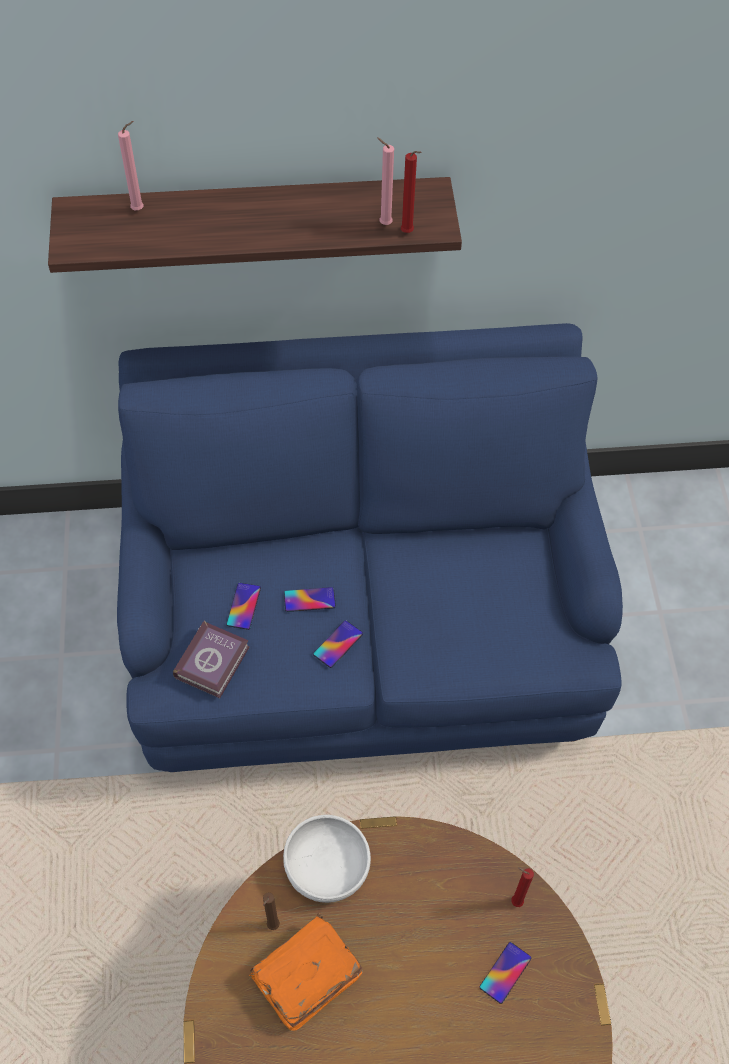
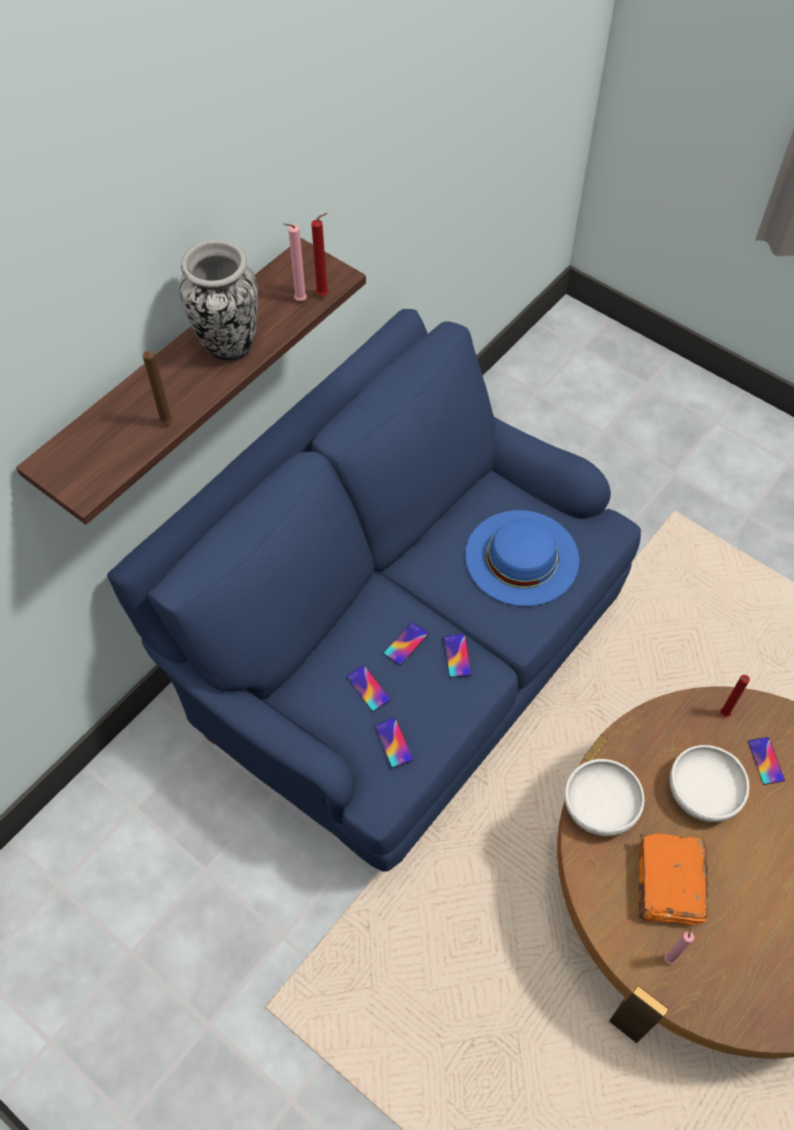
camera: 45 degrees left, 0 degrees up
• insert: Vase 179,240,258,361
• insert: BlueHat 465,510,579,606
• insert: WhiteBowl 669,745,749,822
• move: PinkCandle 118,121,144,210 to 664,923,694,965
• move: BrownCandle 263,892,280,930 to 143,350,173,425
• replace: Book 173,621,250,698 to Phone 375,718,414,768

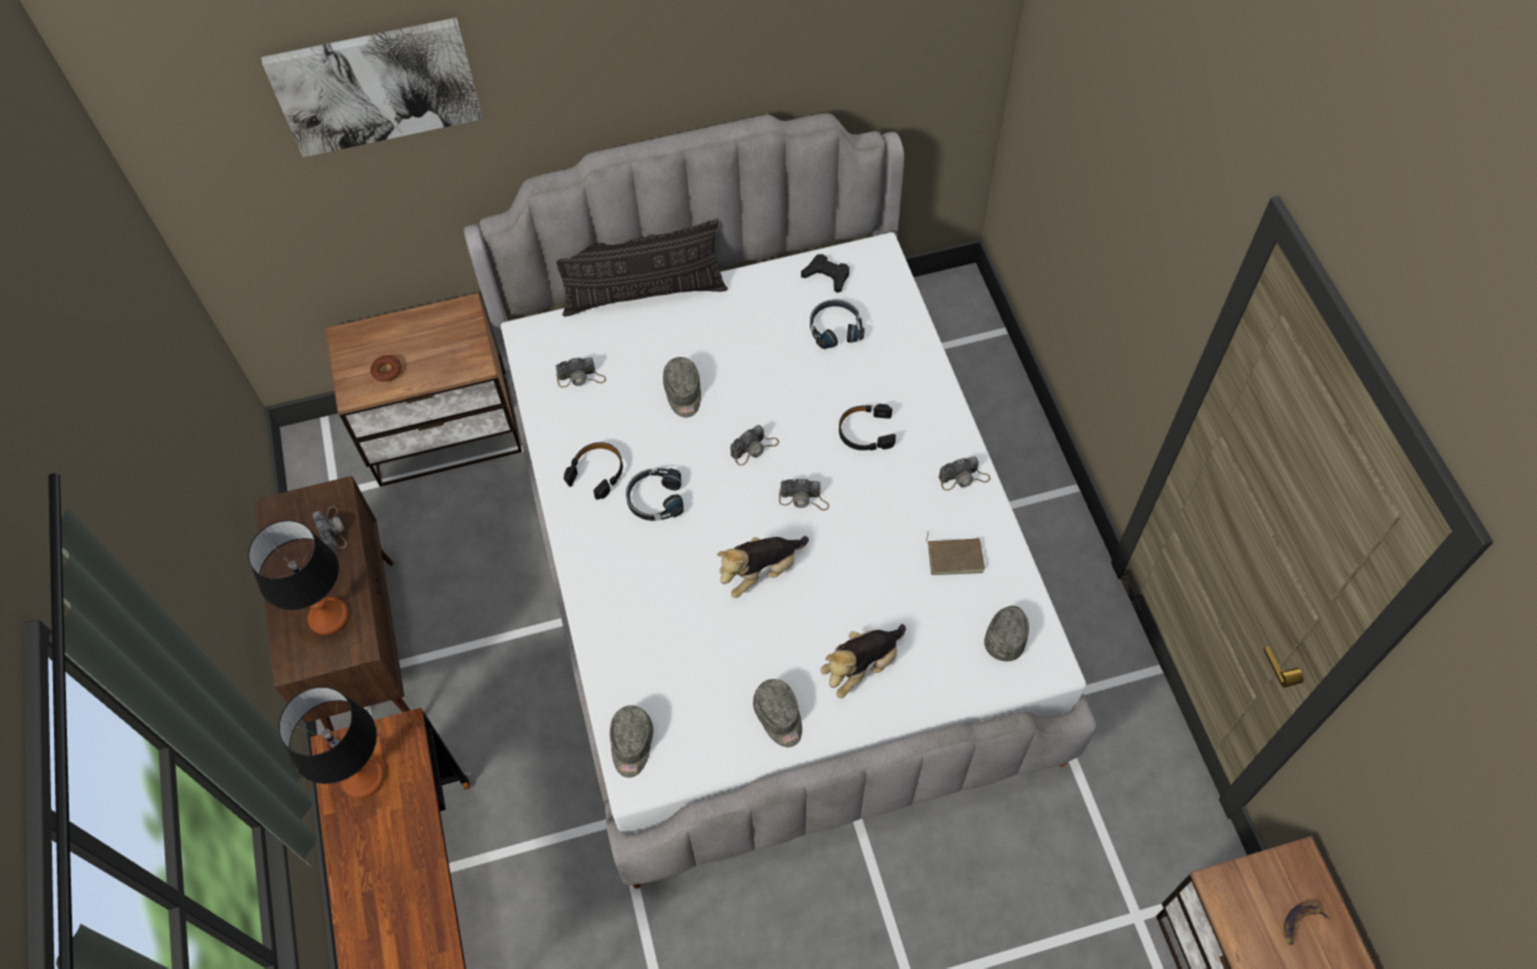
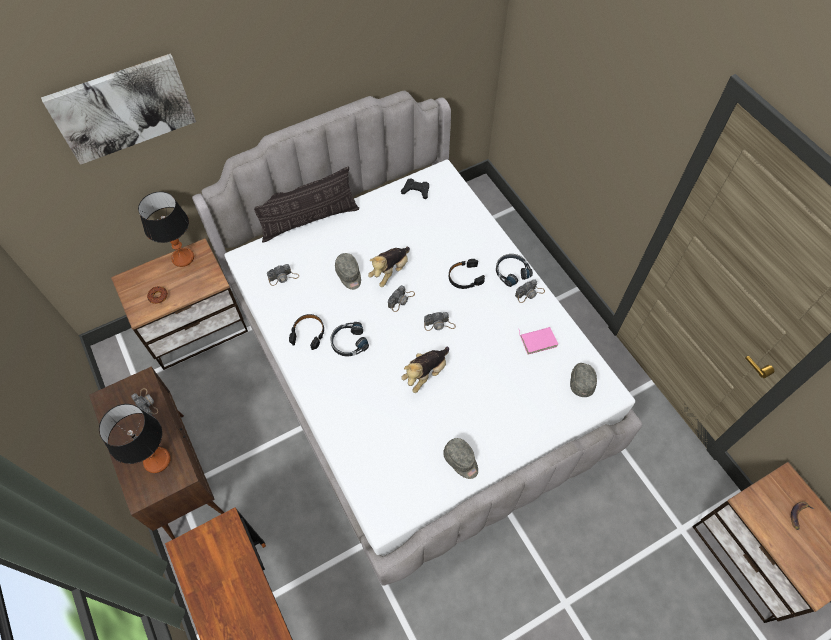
camera: 15 degrees left, 0 degrees up
• delete: GreyCap 610,705,653,778
• move: TableLamp 278,686,385,798 to 138,192,194,267
• move: BlackHeadphones 810,299,865,349 to 496,254,533,287
• move: PlushToy 820,624,906,698 to 368,246,410,287
• recolor: BrownBook 926,531,985,575 to PinkBook 519,327,558,354

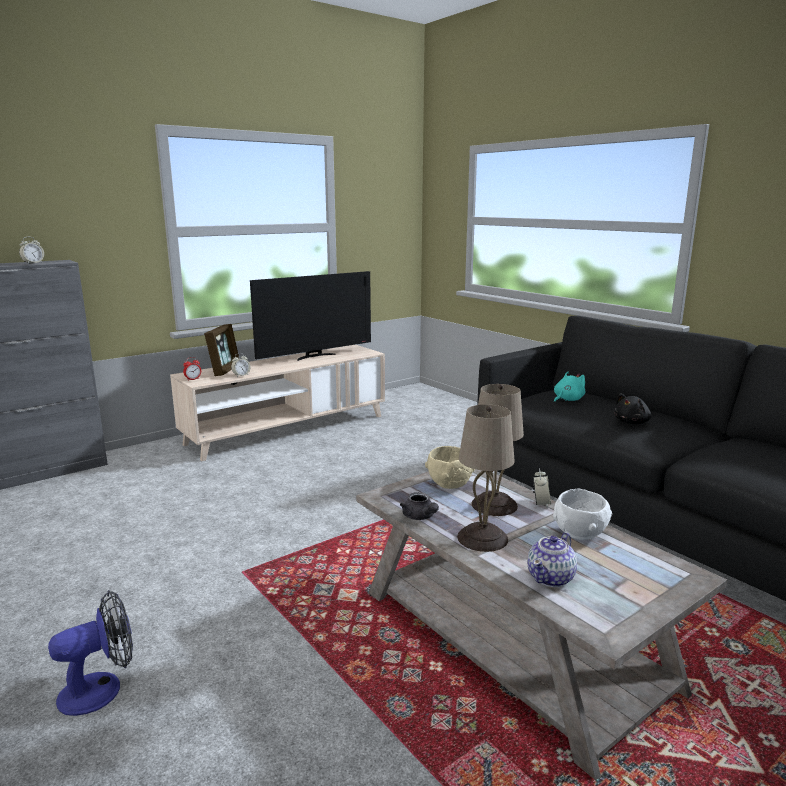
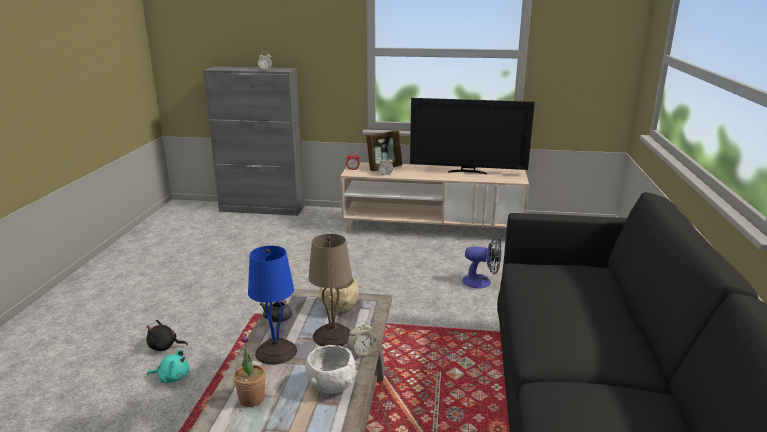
camera: 45 degrees right, 5 degrees up
• move: Fan 48,590,133,716 to 462,237,502,288
• move: TurquoisePlushToy 554,371,585,403 to 147,350,189,383
• move: BlackPlushToy 614,394,651,424 to 146,320,188,351
• replace: Teapot 527,532,577,587 to PottedPlant 233,333,265,407
• recolor: BeigeTableLamp 457,404,515,552 to BlueTableLamp 248,246,297,365

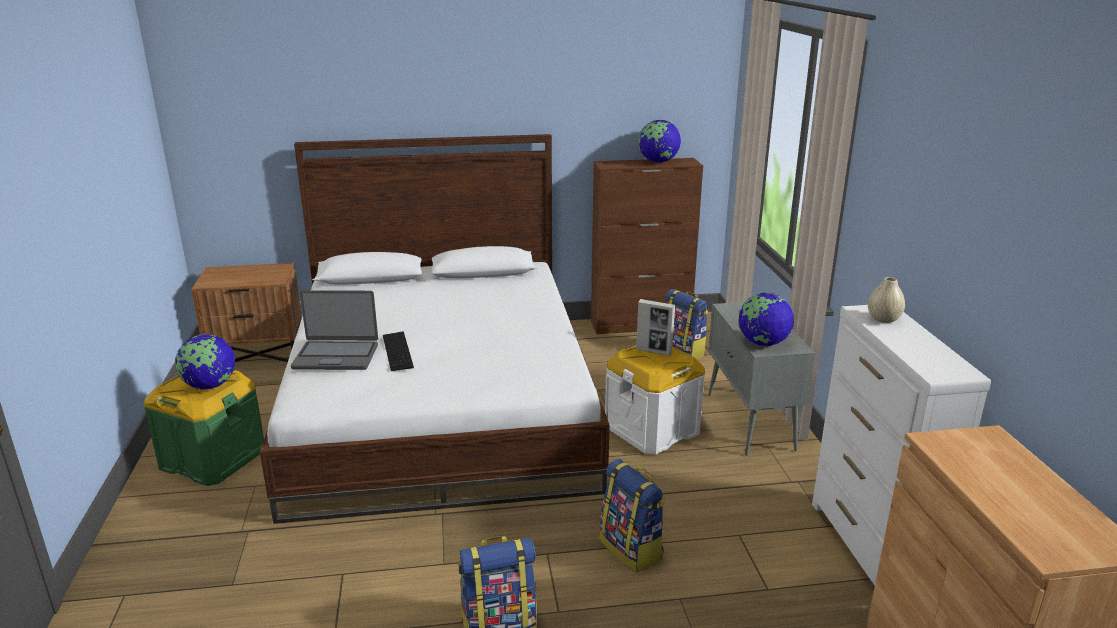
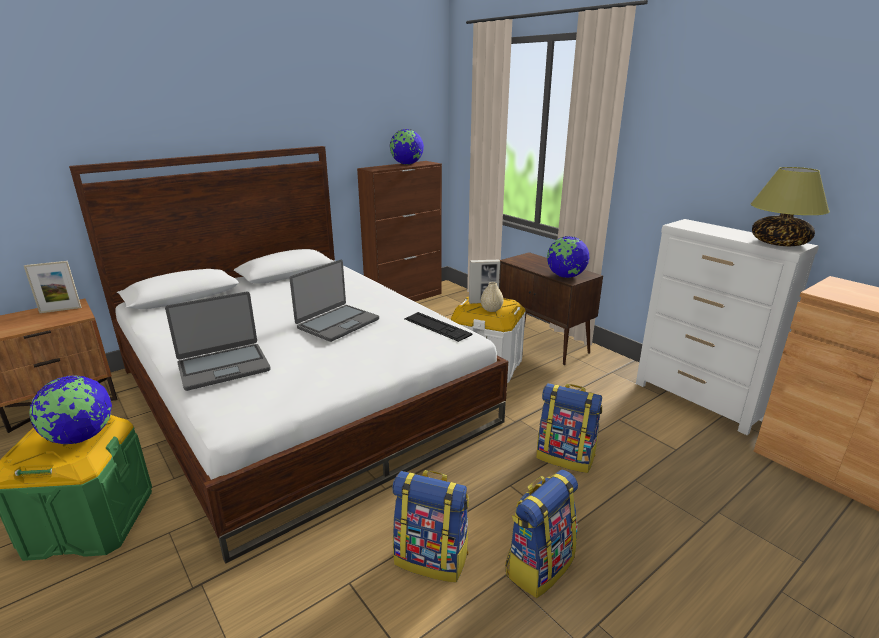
camera: 30 degrees left, 0 degrees up
• insert: PictureFrame 24,261,81,313
• insert: Laptop 289,260,379,342
• insert: TableLamp 751,167,830,246
• move: Keyboard 383,331,414,371 to 404,312,472,342
• move: Backpack 665,289,708,360 to 392,470,469,582
• move: BeigeVase 868,277,905,323 to 481,282,503,312
• recolor: GreyCabinet 708,302,815,455 to BrownCabinet 499,252,603,365

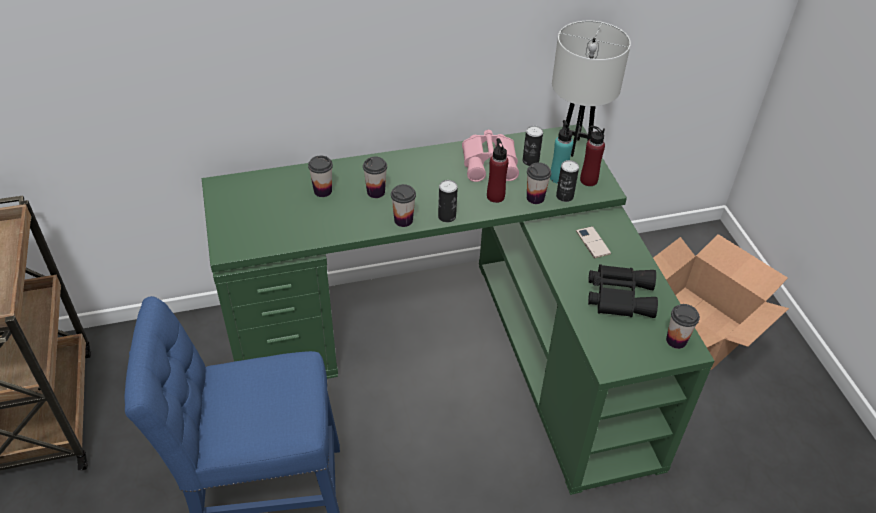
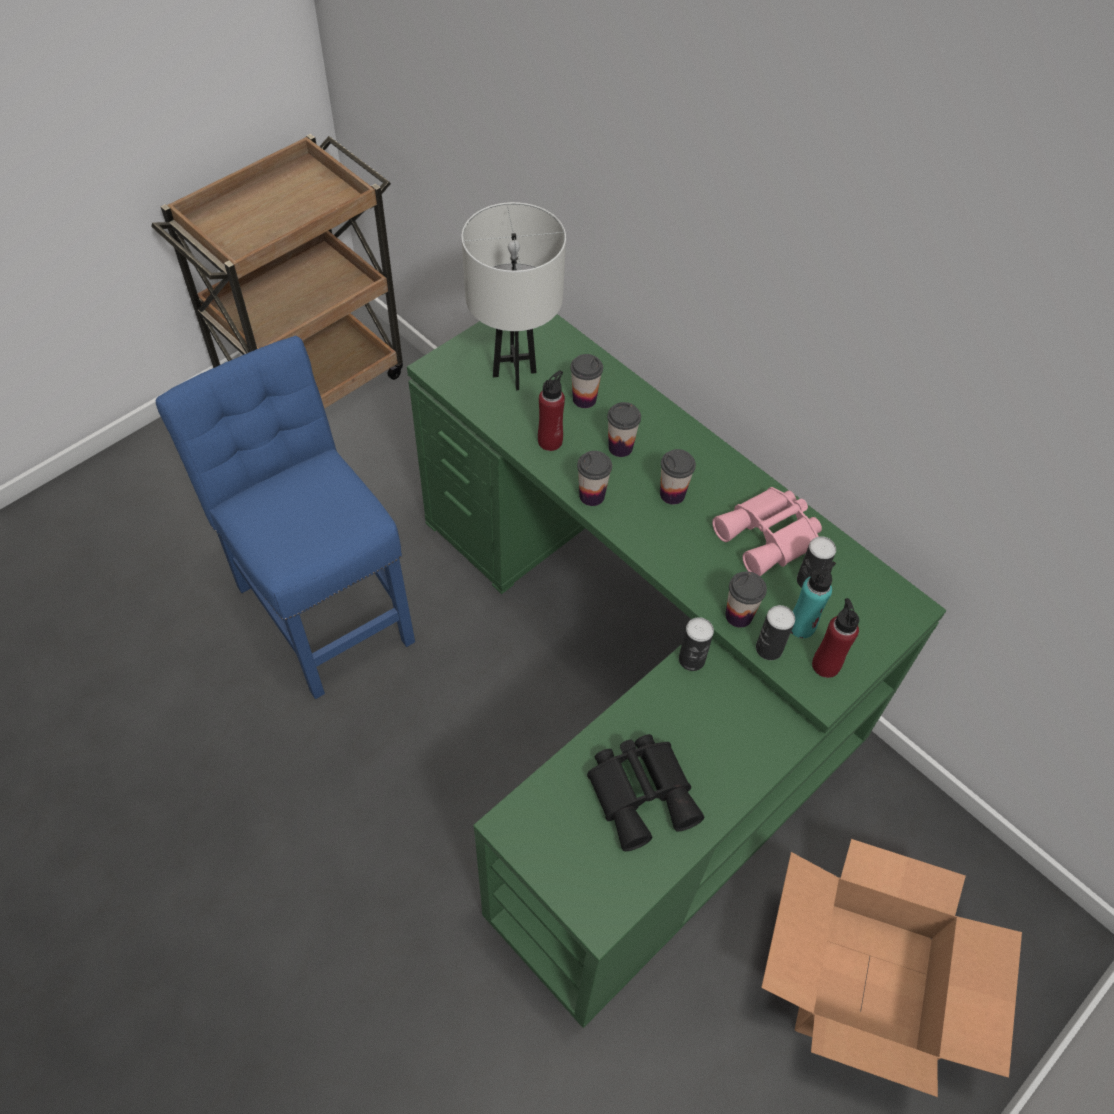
camera: 60 degrees right, 10 degrees up
• delete: Phone 576,226,611,258
• move: Can 438,180,458,222 to 679,617,714,671
• move: RedBottle 487,138,509,203 to 538,370,565,451
• move: WhiteTableLamp 552,21,631,157 to 462,202,566,390
• move: Cup 666,304,700,349 to 660,449,696,505

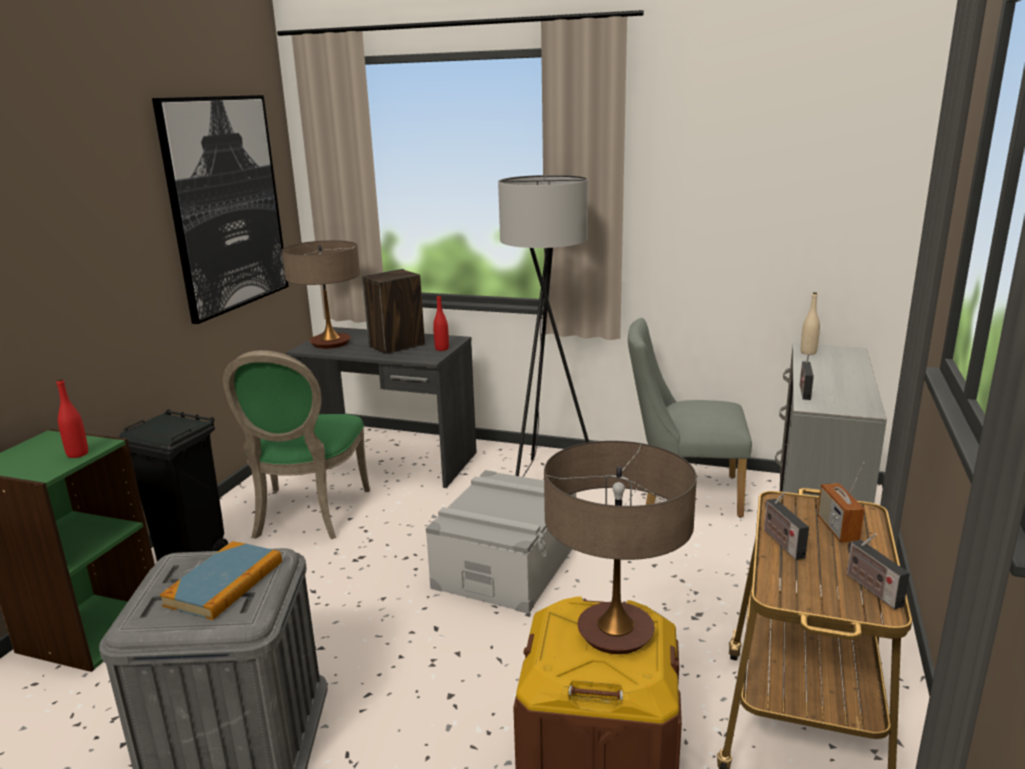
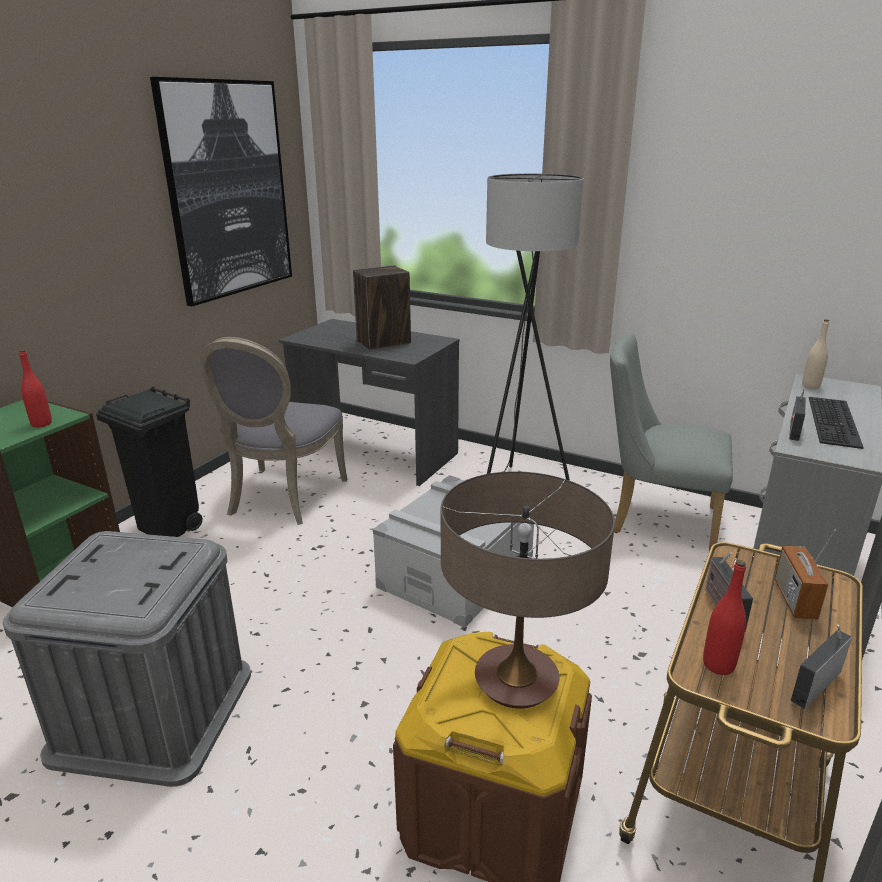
camera: 10 degrees right, 5 degrees up
• delete: Book 160,541,282,620
• delete: TableLamp 282,240,360,349
• insert: Keyboard 809,397,864,449
• move: RedBottle 433,295,449,351 to 703,560,746,675
• recolor: GreenChair 223,350,370,539 to GreyChair 200,337,347,525
• rotate: Radio 847,533,910,610 = 791,624,852,709 60 degrees clockwise

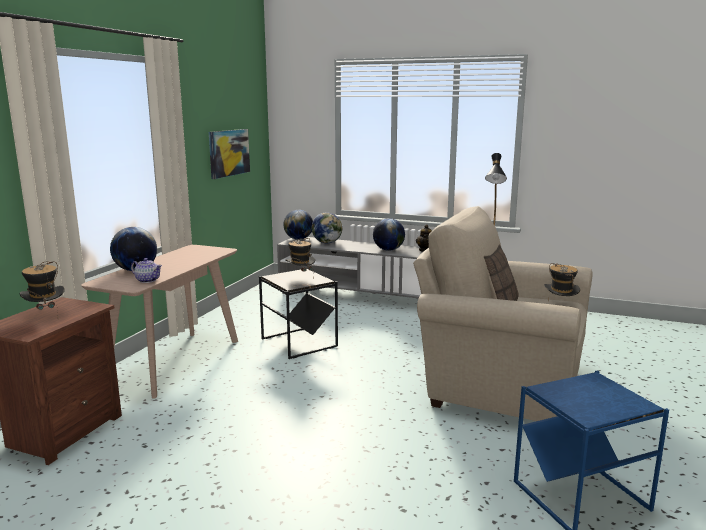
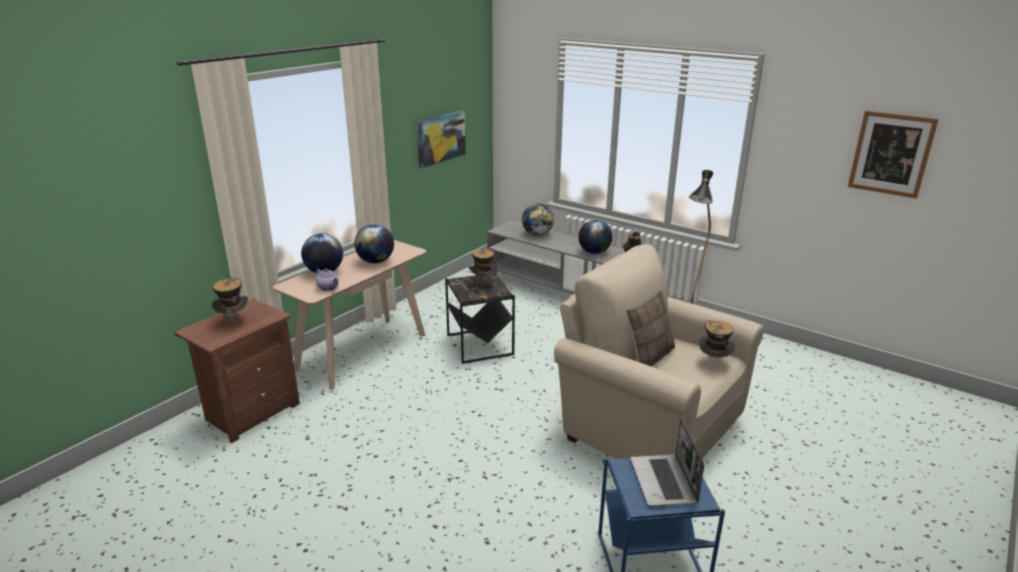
camera: 15 degrees right, 10 degrees up
• insert: Laptop 631,419,704,506
• insert: Picture 848,110,939,199
• move: Globe 283,210,313,240 to 354,224,394,263

